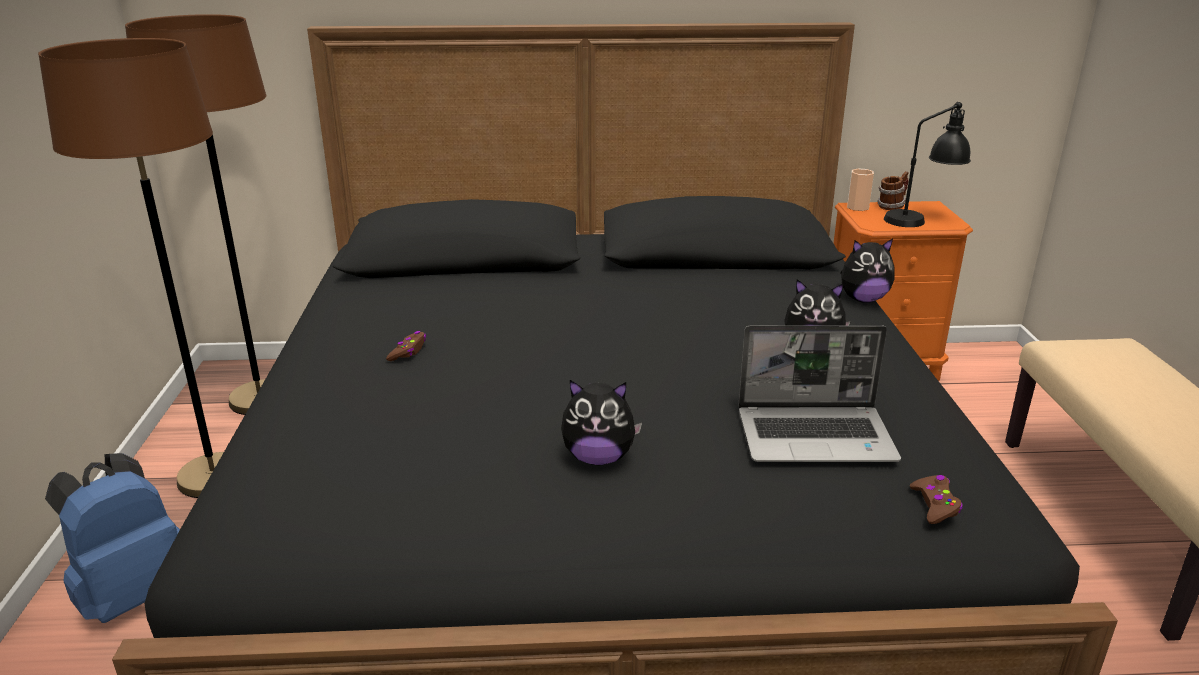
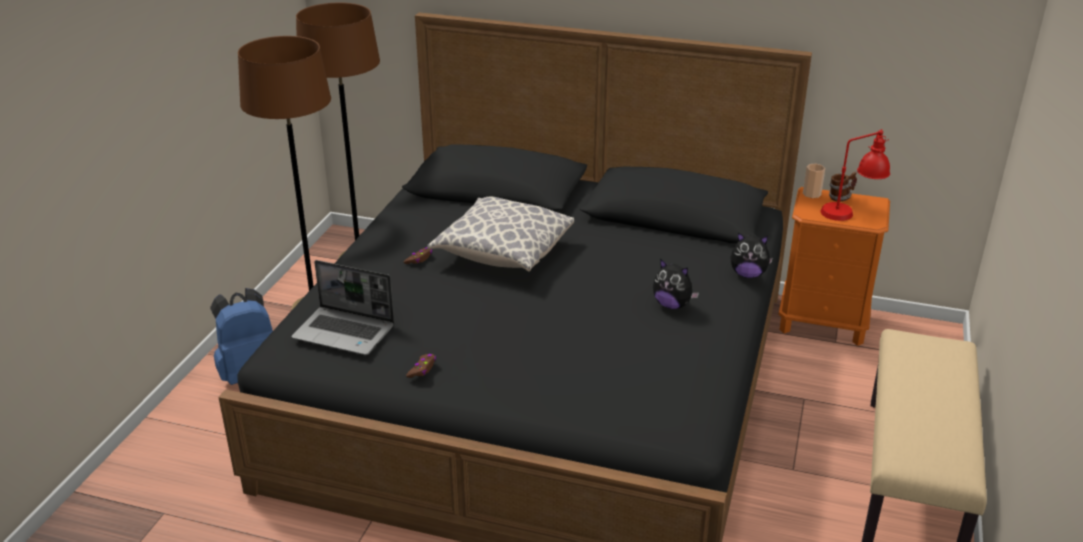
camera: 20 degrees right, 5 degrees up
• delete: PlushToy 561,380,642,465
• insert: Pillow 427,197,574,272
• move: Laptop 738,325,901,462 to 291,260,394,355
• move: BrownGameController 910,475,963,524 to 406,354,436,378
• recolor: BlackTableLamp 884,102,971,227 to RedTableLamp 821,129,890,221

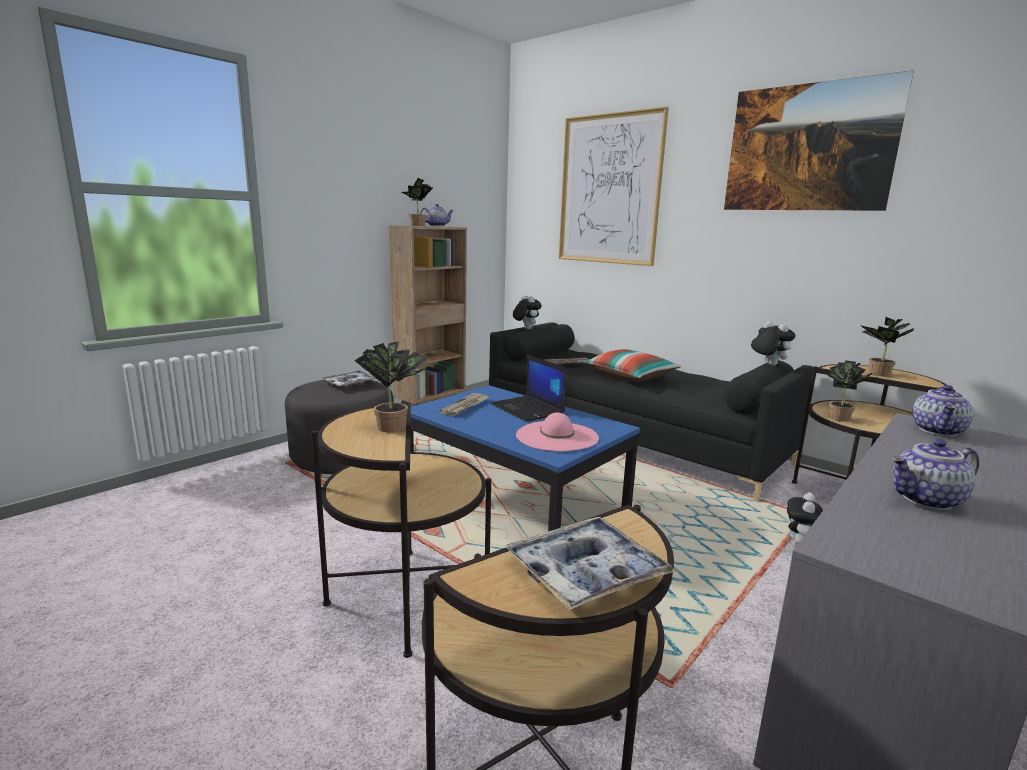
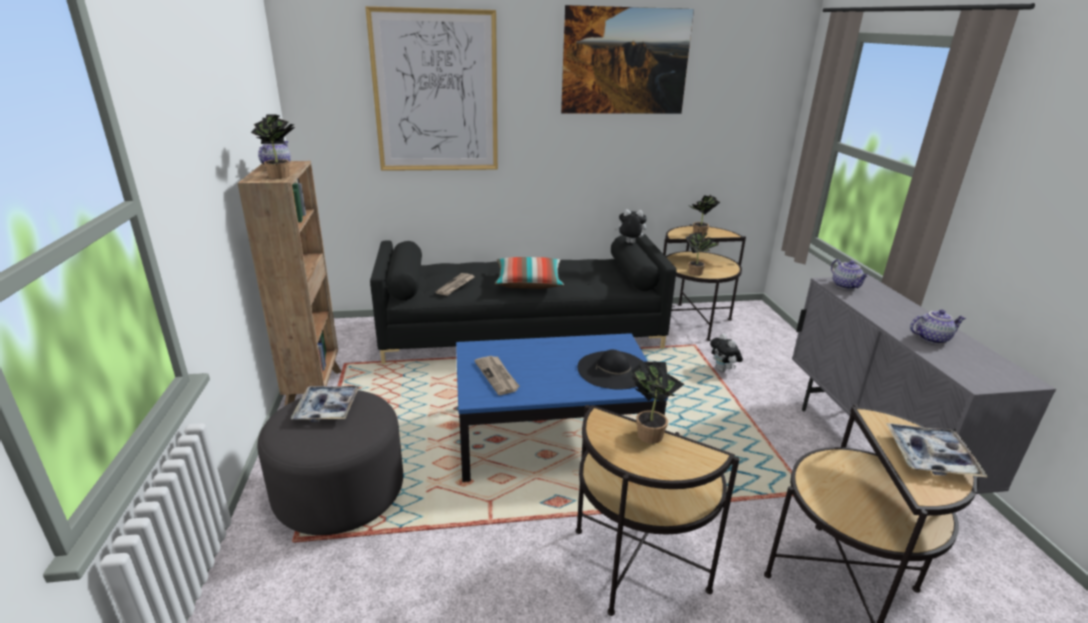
camera: 50 degrees left, 10 degrees up
• delete: Laptop 490,354,566,422
• delete: PlushToy 513,295,542,330
• recolor: PinkHat 516,413,599,451 to BlackHat 578,350,642,390
• rotate: Teapot 891,439,979,510 = 910,310,966,344 120 degrees counterclockwise

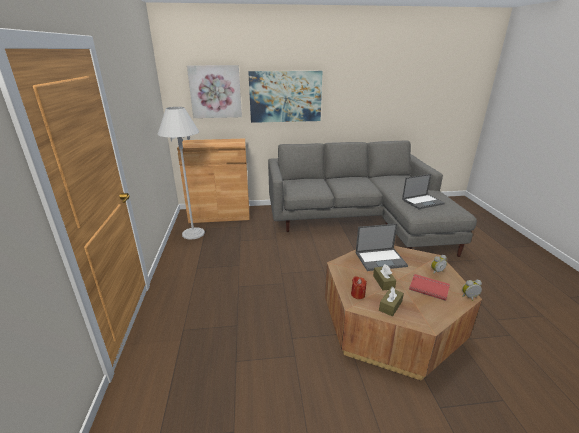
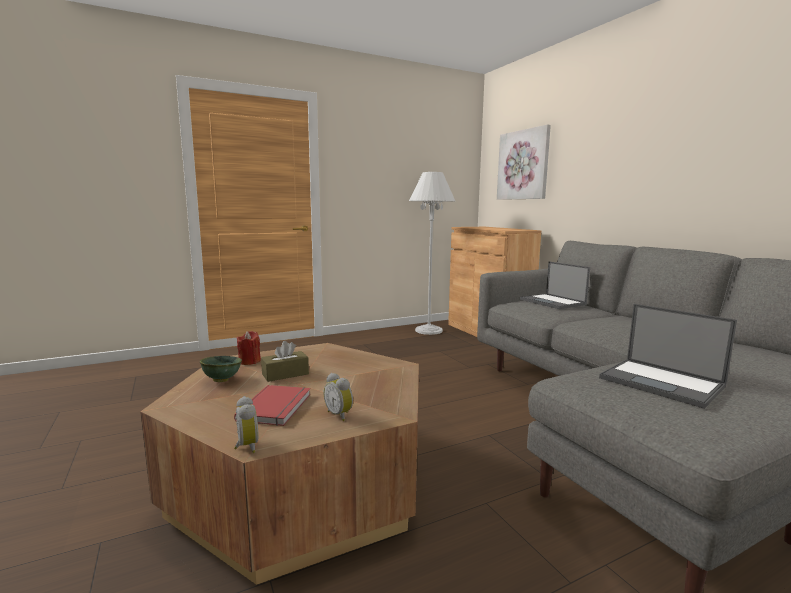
camera: 70 degrees right, 15 degrees down
• delete: Picture 248,71,322,123
• move: Laptop 356,224,408,271 to 520,262,590,309
• replace: BrownTissueBox 379,287,404,317 to GreenBowl 200,356,242,382

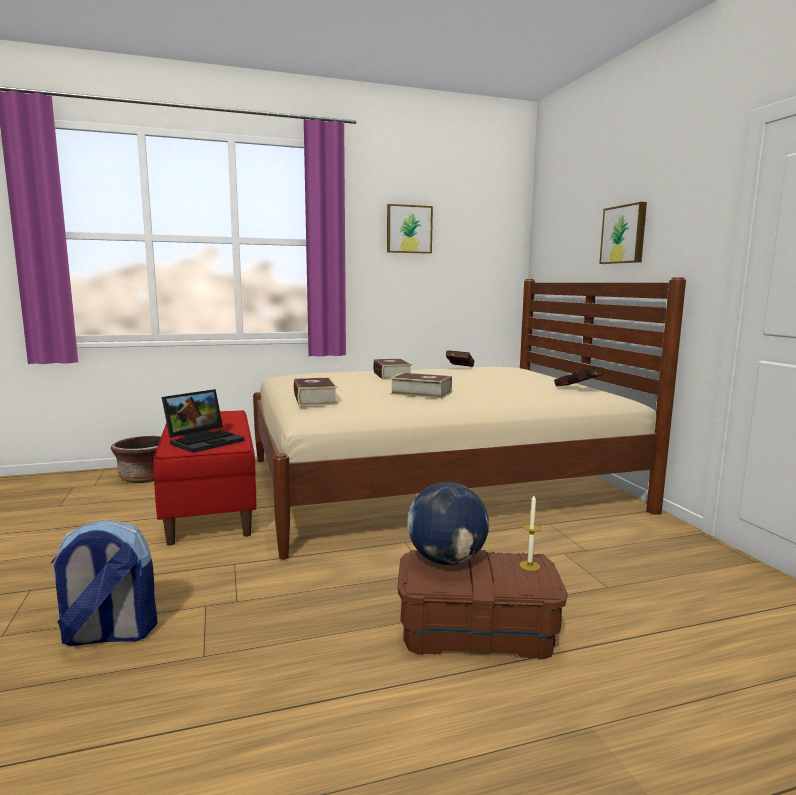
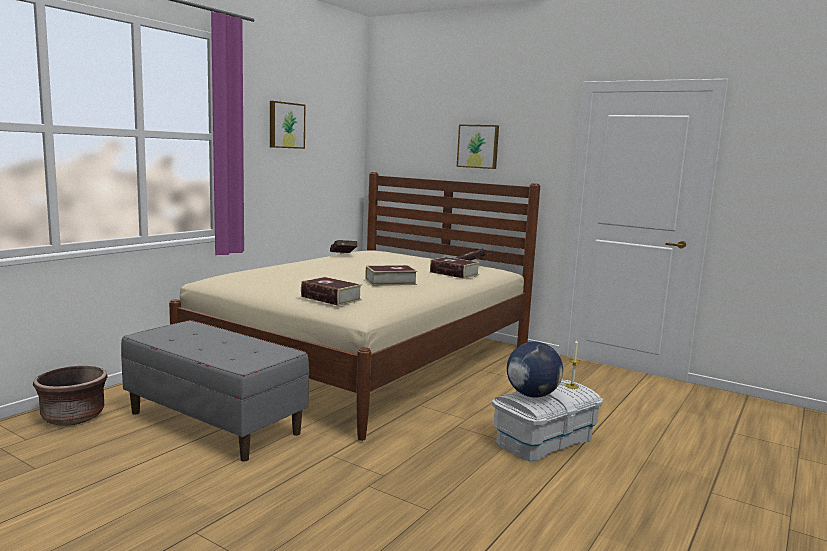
camera: 40 degrees left, 0 degrees up
• delete: Backpack 51,520,157,646
• delete: Laptop 162,389,244,453
• move: Book 373,359,413,380 to 430,257,480,279
• recolor: RedBench 153,410,257,546 to GreyBench 121,320,309,462
• recolor: BrownStorageBox 397,550,568,659 to WhiteStorageBox 492,380,603,461

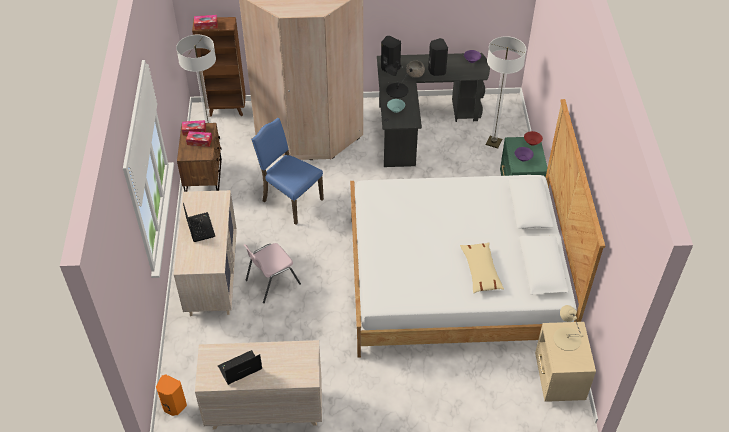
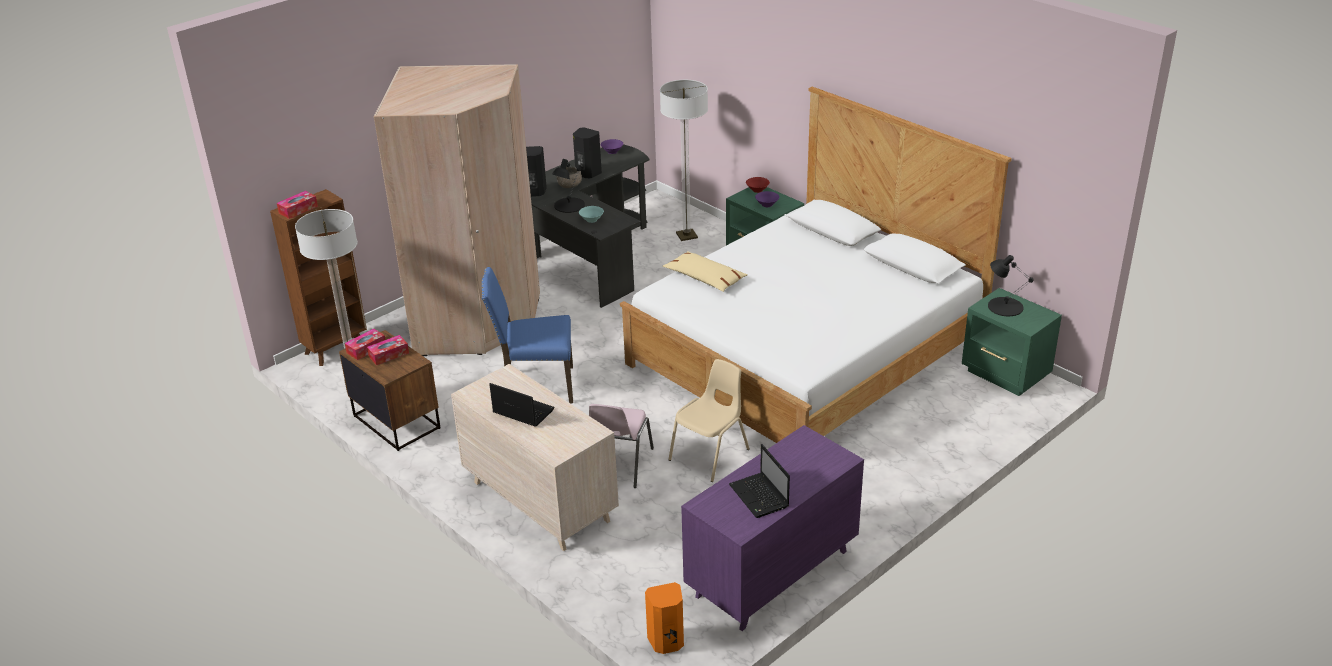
camera: 40 degrees left, 15 degrees down
• insert: BeigeChair 668,359,750,482
• move: BeigePillow 460,242,504,293 to 663,251,747,292
• recolor: BeigeDresser 195,340,322,429 to PurpleDresser 681,425,864,631
• recolor: BeigeNightstand 535,322,596,402 to GreenNightstand 962,288,1062,396
• recolor: BeigeTableLamp 553,305,583,351 to BlackTableLamp 988,255,1034,316
• rotate: Laptop 218,350,262,385 = 729,444,790,518 45 degrees counterclockwise

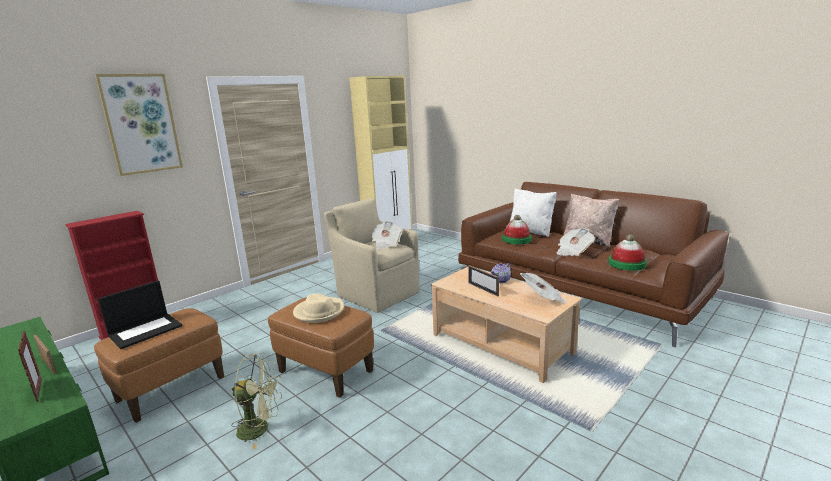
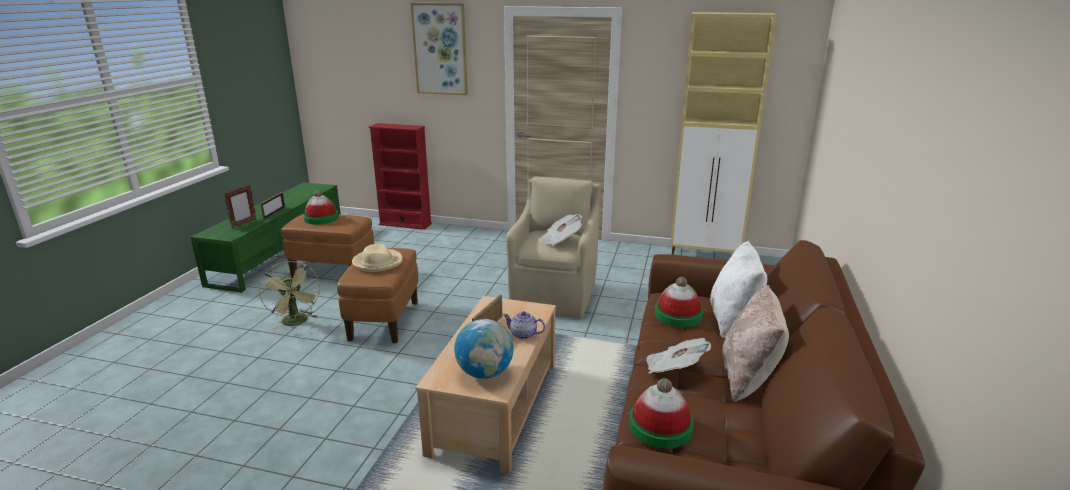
camera: 60 degrees right, 5 degrees up
• replace: Laptop 98,280,182,349 to Hat 303,190,339,225
• replace: Newspaper 520,273,566,303 to Globe 454,319,514,379

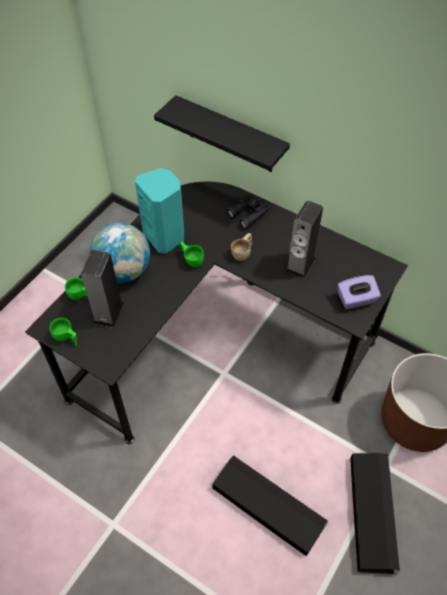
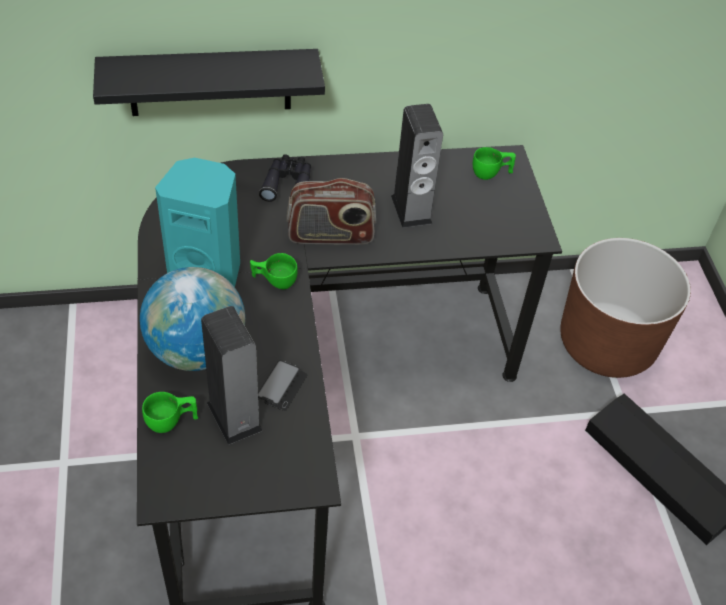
camera: 45 degrees left, 5 degrees down
• delete: BlackStorageBox 212,455,328,556
• delete: PurpleTissueBox 337,275,381,309
• insert: Phone 258,360,307,411
• move: GreenCup 50,318,77,346 to 473,147,516,180
• replace: BeigeCup 231,233,252,261 to Radio 286,178,376,245

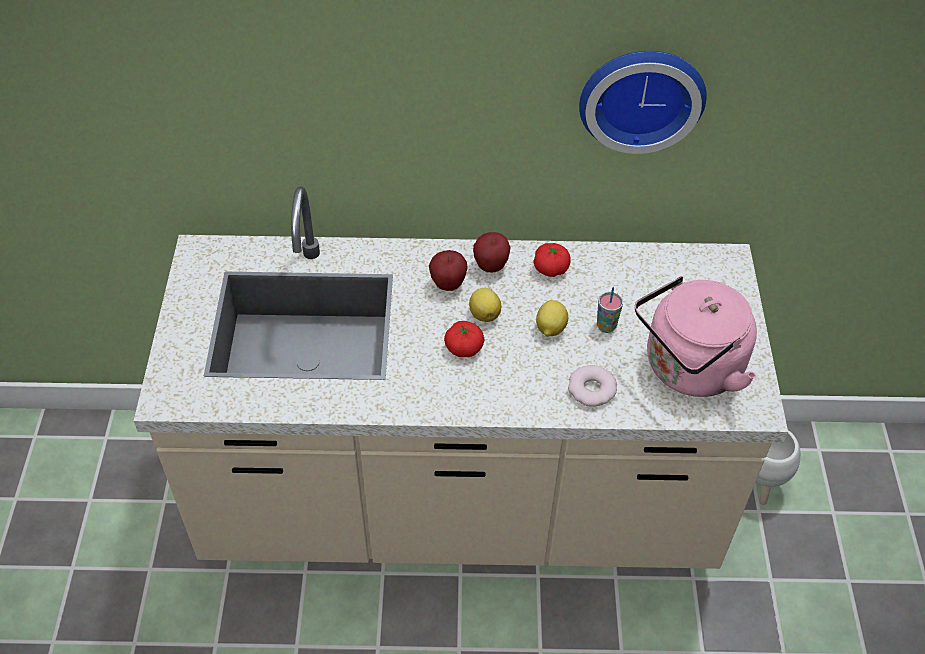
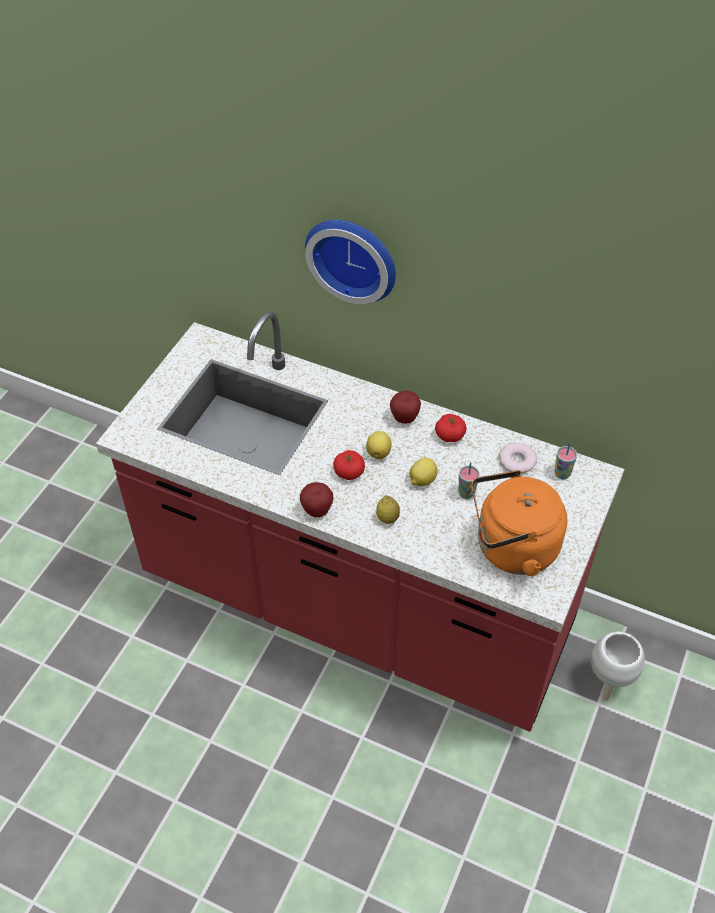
camera: 25 degrees right, 0 degrees up
• insert: Lemon 376,495,400,524
• insert: Cup 554,443,577,479
• move: Apple 429,250,468,291 to 300,482,333,517
• move: Donut 568,365,617,407 to 499,443,537,473
• move: WallClock 579,51,707,154 to 305,220,396,304
• recolor: BeigeCounter 134,187,788,569 to RedCounter 96,311,624,732
• recolor: PinkKettle 635,276,757,397 to OrangeKettle 472,470,567,576

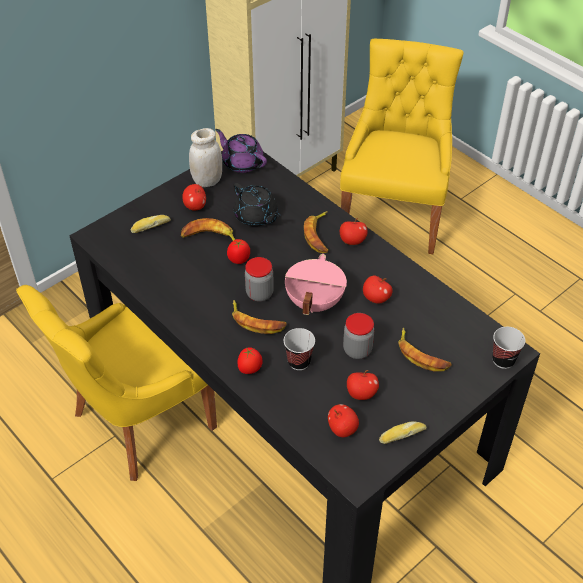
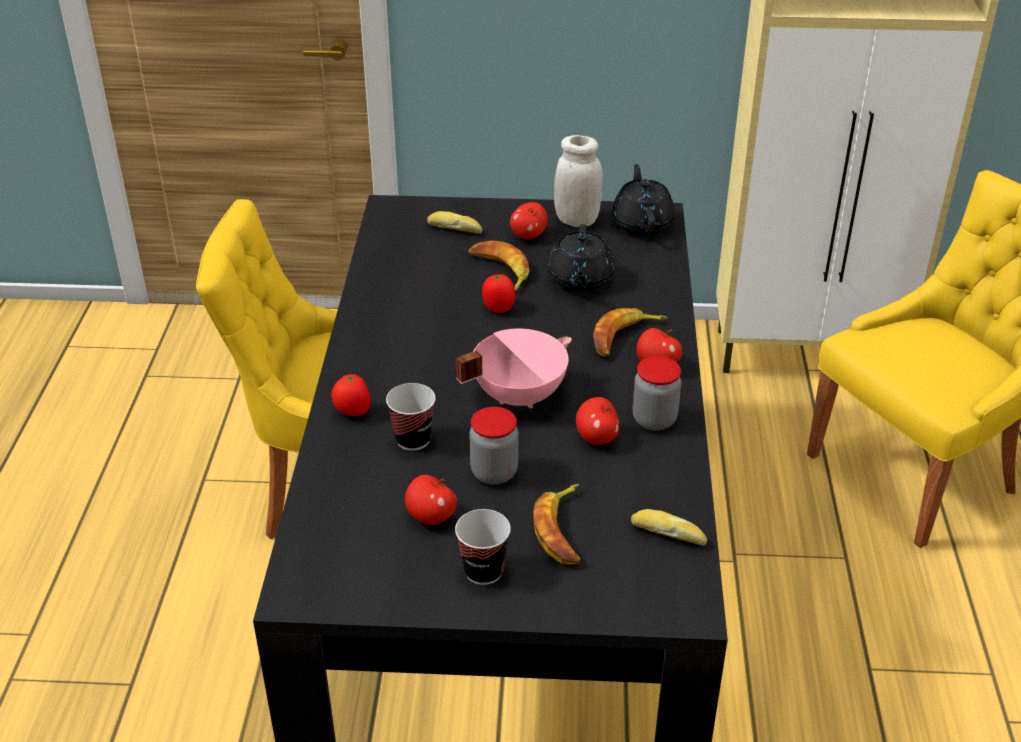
camera: 45 degrees right, 10 degrees down
• delete: Banana 232,300,287,334
• delete: Apple 328,404,359,437
• move: Jar 245,257,274,301 to 633,356,681,431
• move: Bread 379,422,427,444 to 631,509,707,546
• move: Cup 492,327,525,369 to 455,509,511,585
• recolor: PurpleTeapot 215,129,267,173 to BlackTeapot 612,164,675,236

